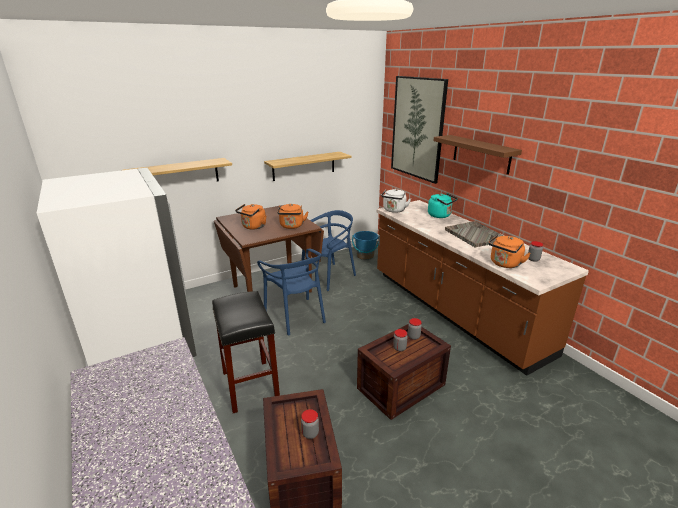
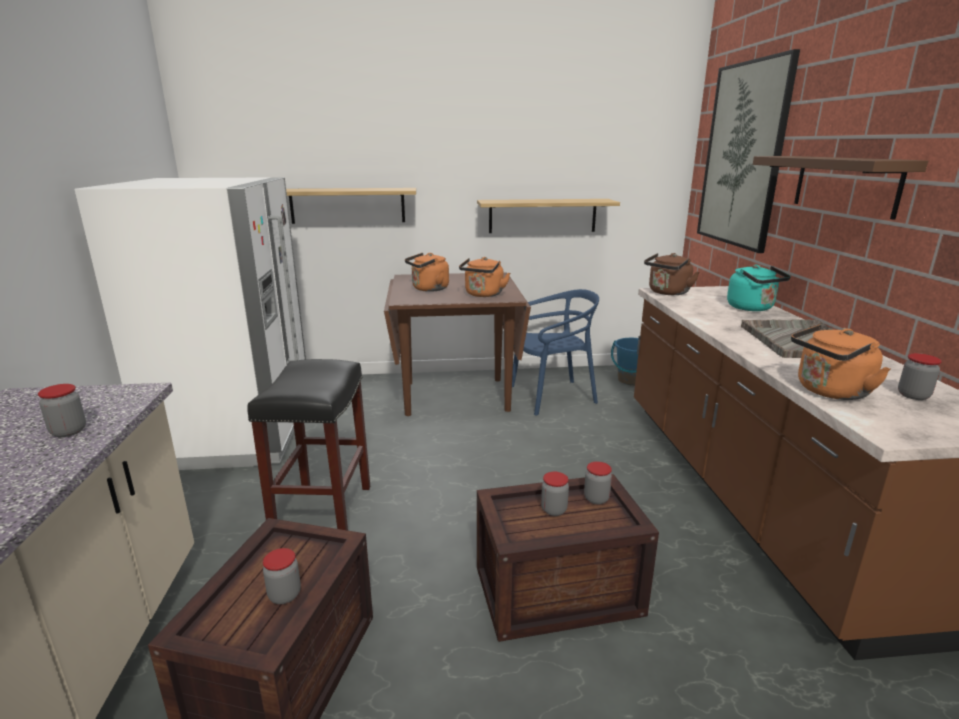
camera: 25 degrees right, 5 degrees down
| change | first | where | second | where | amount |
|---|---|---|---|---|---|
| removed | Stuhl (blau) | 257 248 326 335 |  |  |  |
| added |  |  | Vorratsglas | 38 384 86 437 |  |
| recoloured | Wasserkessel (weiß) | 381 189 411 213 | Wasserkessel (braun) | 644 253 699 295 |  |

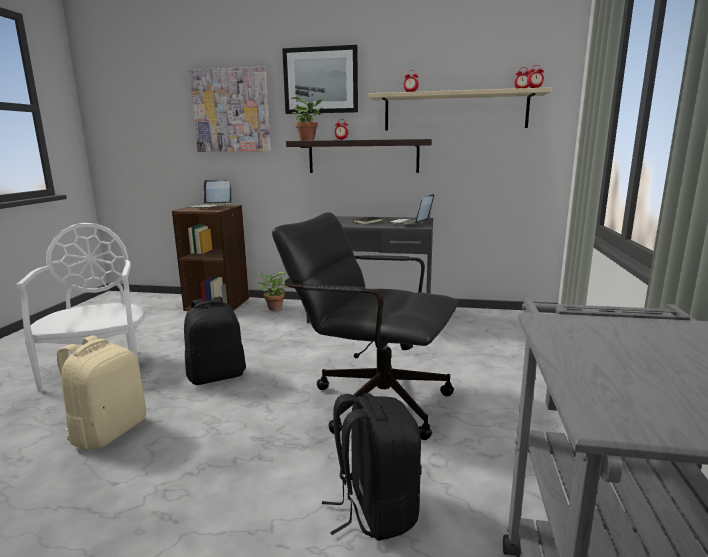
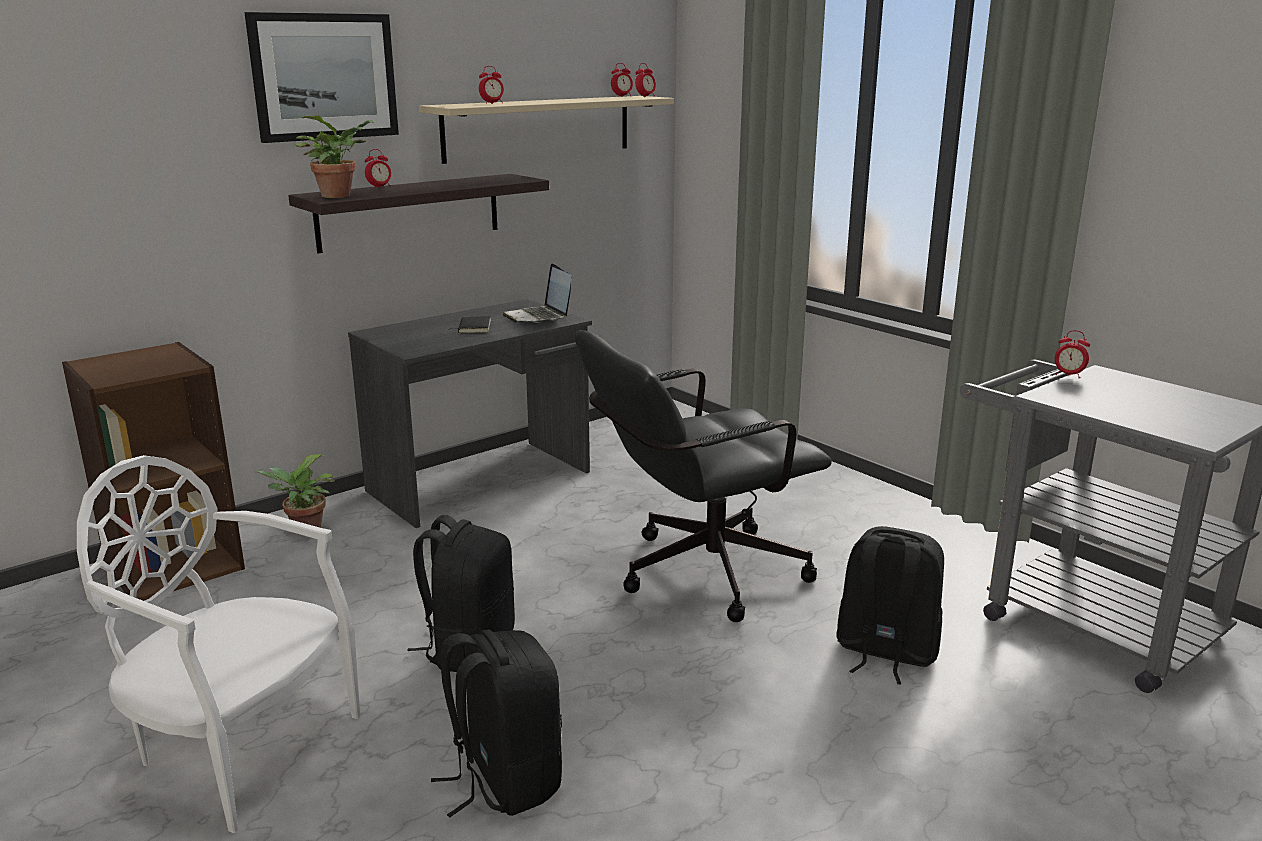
camera: 50 degrees left, 5 degrees up
| change | first | where | second | where | amount |
|---|---|---|---|---|---|
| removed | Bild | 189 67 271 152 |  |  |  |
| removed | Laptop | 190 180 231 209 |  |  |  |
| added |  |  | Wecker | 1055 330 1090 378 |  |
| recoloured | Rucksack (beige) | 57 335 146 450 | Rucksack (schwarz) | 431 629 562 818 |  |

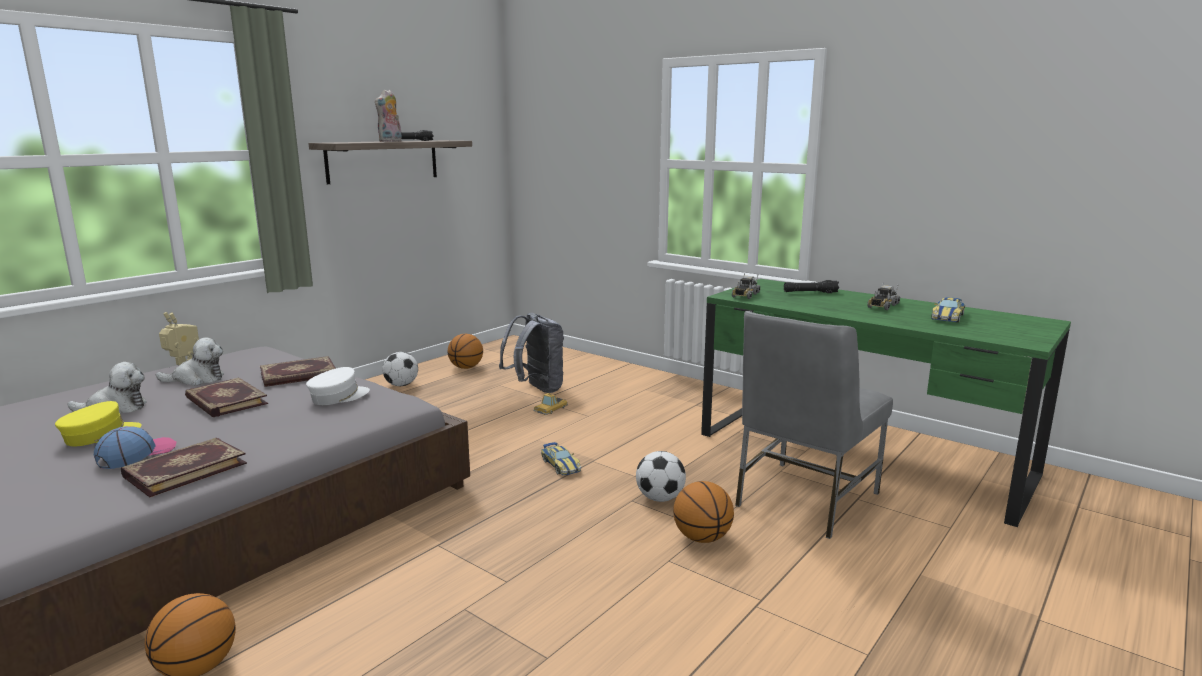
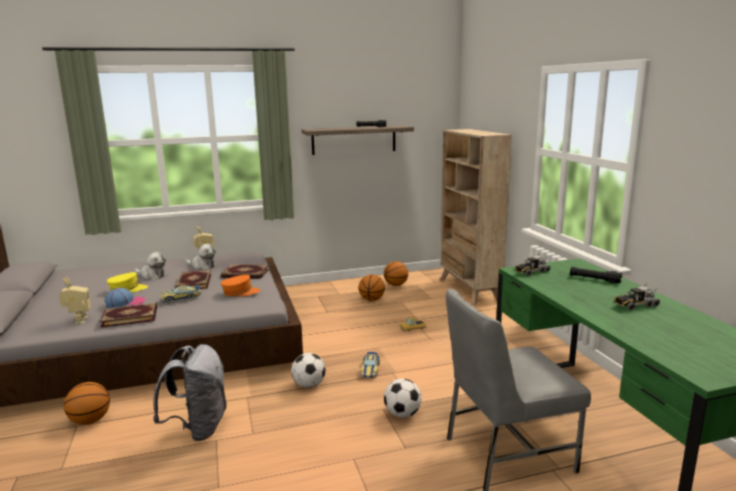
camera: 35 degrees right, 0 degrees up
| change | first | where | second | where | amount |
|---|---|---|---|---|---|
| removed | Plüschtier | 375 90 402 142 |  |  |  |
| added |  |  | Spielzeugroboter | 58 277 91 324 |  |
| added |  |  | Bücherregal (beige) | 440 129 512 305 |  |
| moved | Fußball | 382 352 418 386 |  | 291 353 326 388 |  |
| moved | Rucksack (grau) | 499 313 564 393 |  | 153 344 227 441 |  |
| moved | Basketball | 673 481 734 543 |  | 359 274 385 301 |  |
| moved | Spielzeugauto | 931 297 965 323 |  | 159 285 201 303 |  |
| recoloured | Kappe (weiß) | 306 367 370 405 | Kappe (orange) | 221 275 260 296 |  |

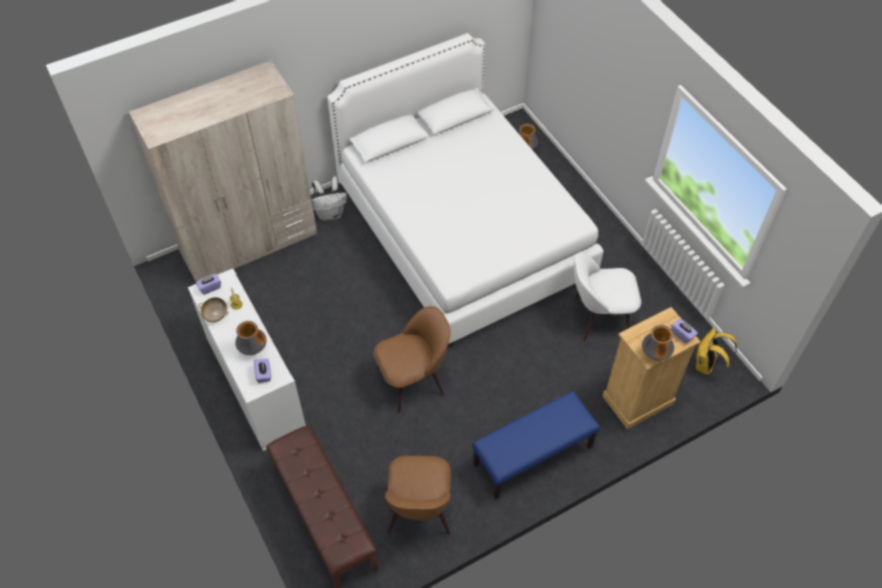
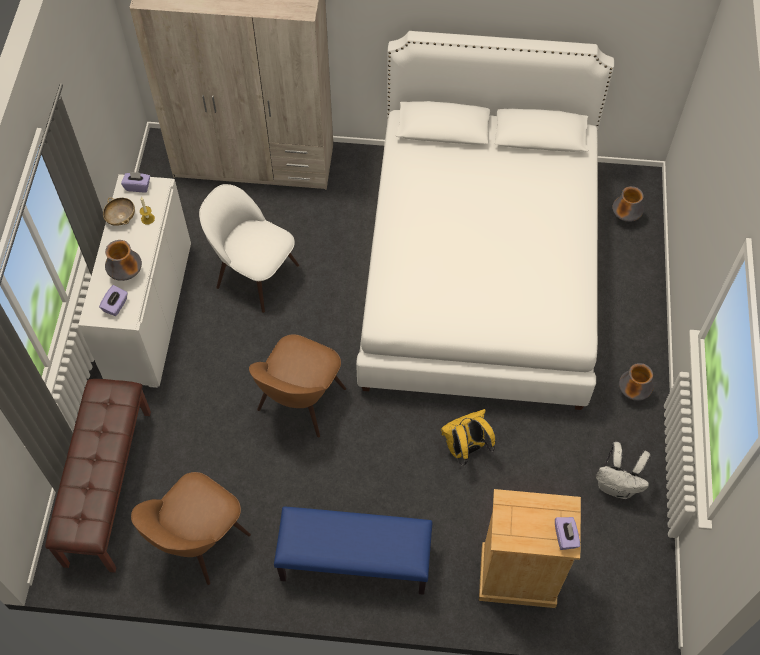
camera: 35 degrees right, 5 degrees up
| change | first | where | second | where | amount |
|---|---|---|---|---|---|
| moved | Rucksack (weiß) | 312 176 347 221 |  | 596 442 651 499 |  |
| moved | Stuhl (weiß) | 574 252 641 341 |  | 199 184 299 313 |  |
| moved | Vase | 642 325 674 361 |  | 619 363 654 401 |  |
| moved | Rucksack (gelb) | 696 328 737 376 |  | 441 409 496 466 |  |
| turned | Stuhl (braun) | 374 306 451 413 |  | 249 334 346 437 | 105 degrees clockwise |

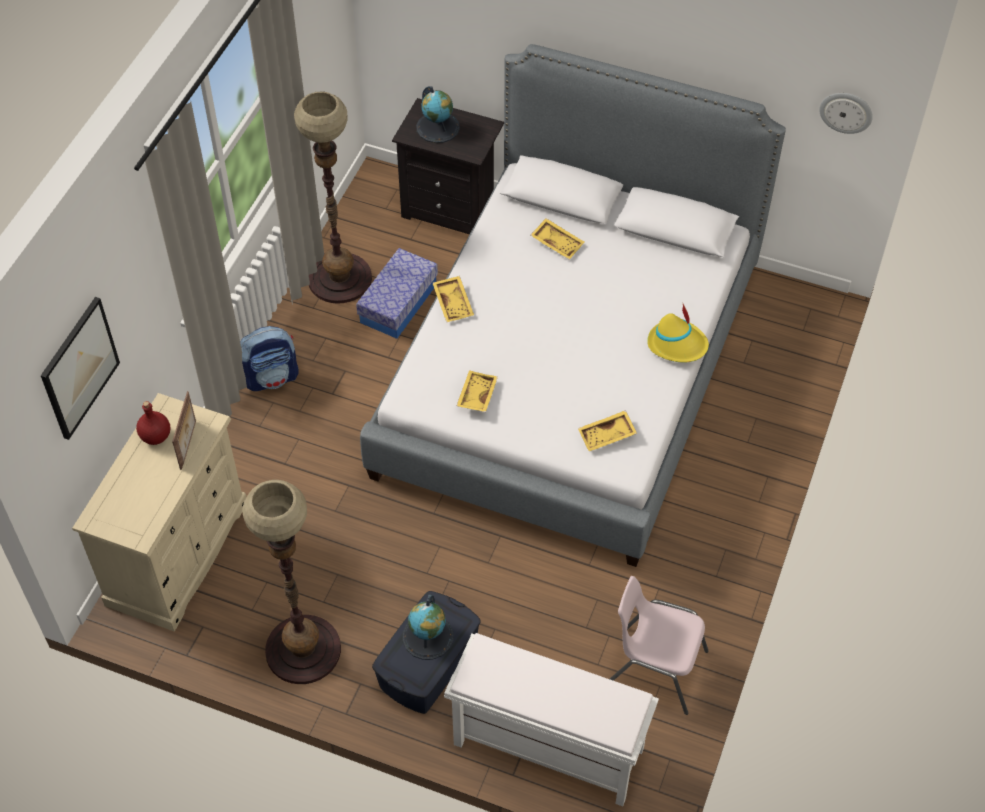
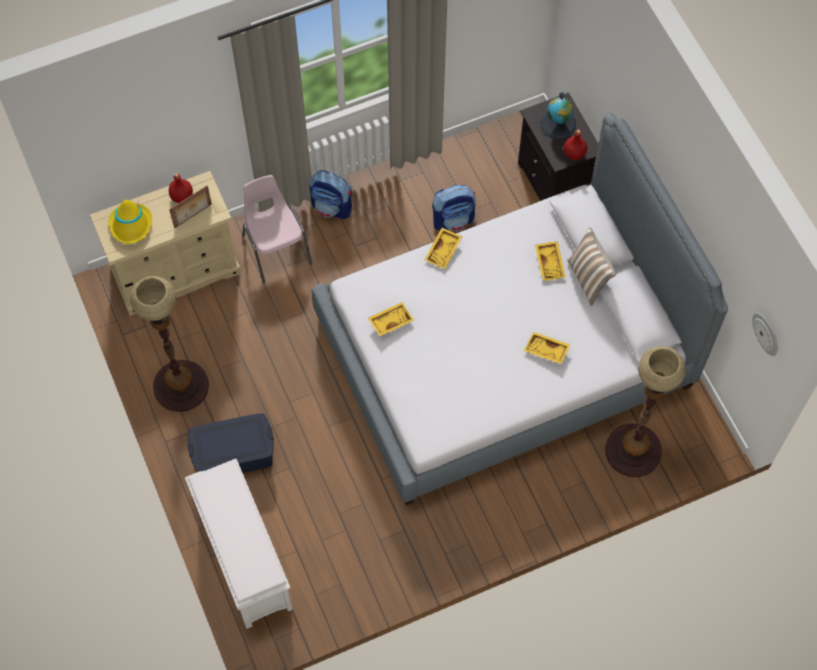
camera: 45 degrees right, 10 degrees up
| change | first | where | second | where | amount |
|---|---|---|---|---|---|
| removed | Bild | 41 297 120 440 |  |  |  |
| removed | Globus | 403 595 454 660 |  |  |  |
| added |  |  | Flasche (rot) | 564 130 587 160 |  |
| added |  |  | Kissen | 567 227 616 306 |  |
| moved | Stehlampe | 294 91 372 304 |  | 605 346 686 477 |  |
| moved | Tablett (gelb) | 578 410 637 451 |  | 524 332 570 364 |  |
| moved | Stuhl (rosa) | 610 576 709 715 |  | 242 175 312 283 |  |
| moved | Hut (gelb) | 647 304 709 363 |  | 109 200 152 244 |  |
| replaced | Aufbewahrungsbox | 356 248 438 339 | Rucksack | 432 185 476 231 |  |

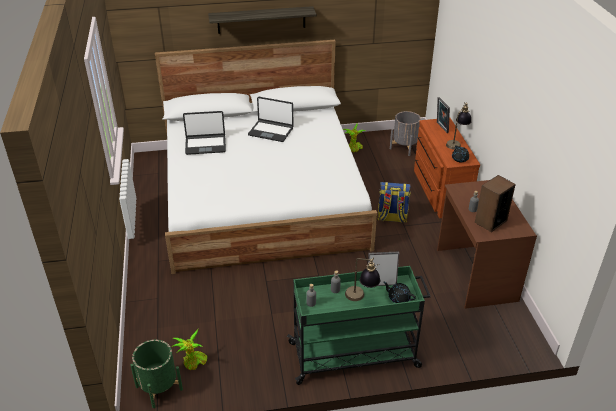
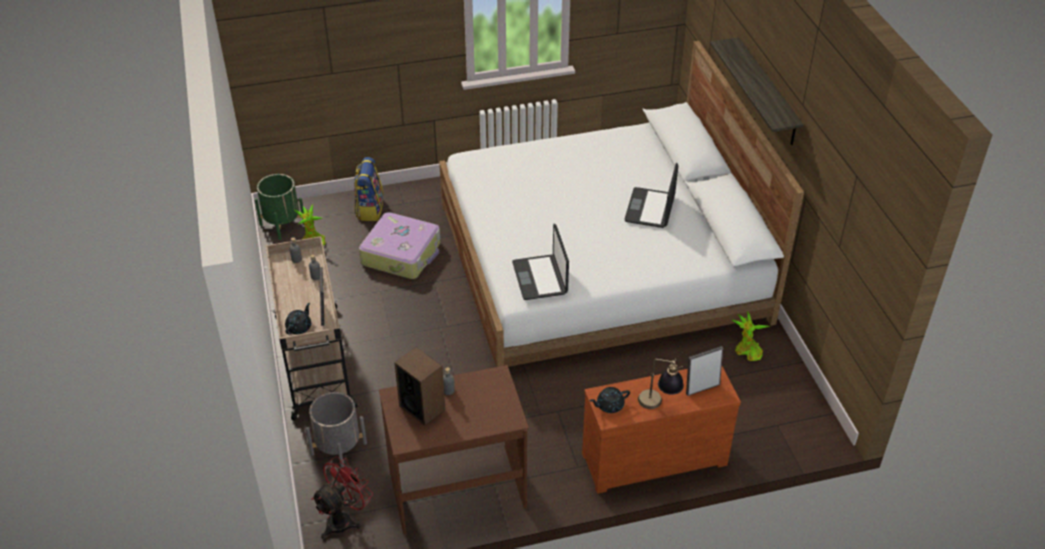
camera: 85 degrees right, 5 degrees up
| change | first | where | second | where | amount |
|---|---|---|---|---|---|
| removed | Tischlampe | 345 258 380 301 |  |  |  |
| added |  |  | Ventilator (rot) | 311 456 373 539 |  |
| added |  |  | Koffer | 359 212 440 279 |  |
| moved | Laptop | 183 111 226 155 |  | 512 224 569 300 |  |
| moved | Rucksack | 377 182 411 223 |  | 354 157 383 221 |  |
| moved | Pflanzkübel (grau) | 390 111 421 156 |  | 306 392 367 468 |  |
| recoloured | Rollwagen (grün) | 287 266 431 385 | Rollwagen (beige) | 266 236 357 421 |  |

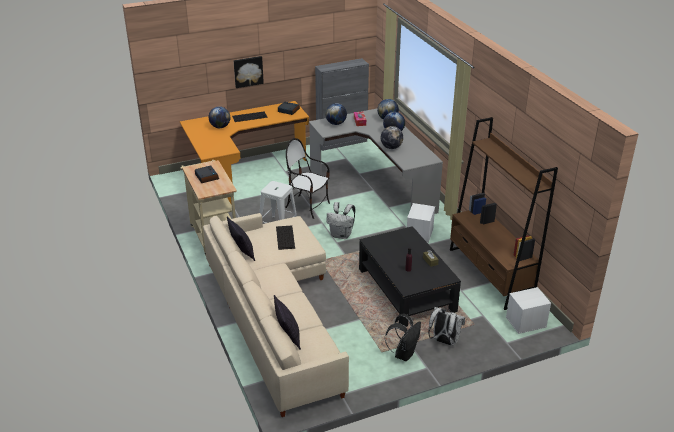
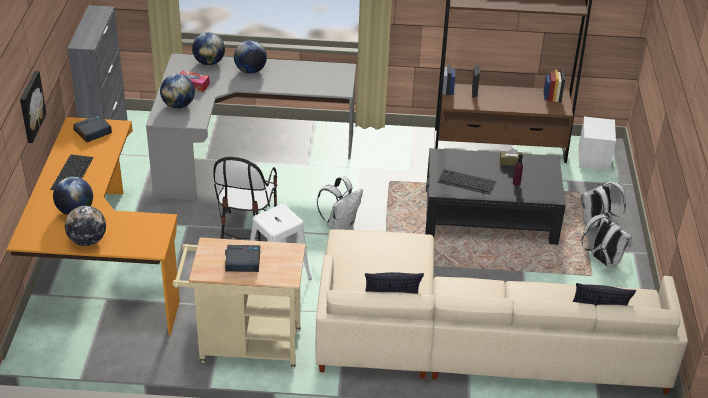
camera: 65 degrees left, 5 degrees up
| change | first | where | second | where | amount |
|---|---|---|---|---|---|
| removed | Aufbewahrungsbox (weiß) | 407 203 435 243 |  |  |  |
| moved | Tastatur | 276 225 295 250 |  | 437 169 496 195 |  |
| moved | Globus | 381 126 403 149 |  | 65 206 106 246 |  |
| recoloured | Rucksack (schwarz) | 385 313 421 361 | Rucksack (weiß) | 582 214 632 268 |  |
| turned | Stuhl | 285 138 330 219 |  | 213 157 277 241 | 45 degrees counterclockwise |

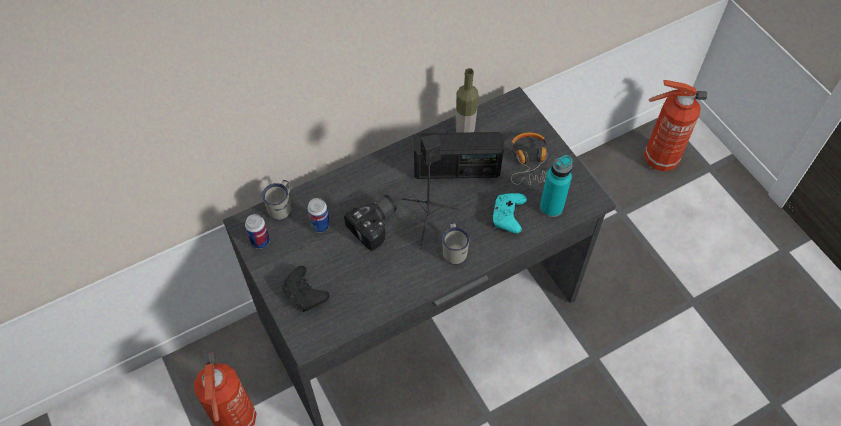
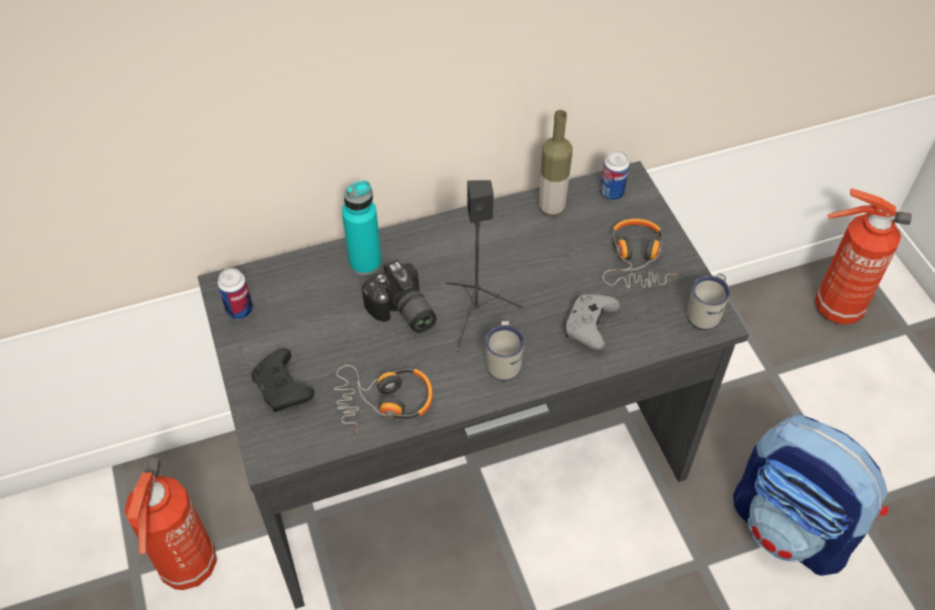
camera: 10 degrees right, 5 degrees down
| change | first | where | second | where | amount |
|---|---|---|---|---|---|
| removed | Radio | 414 132 504 179 |  |  |  |
| added |  |  | Kopfhörer | 334 365 433 434 |  |
| added |  |  | Rucksack | 733 414 889 576 |  |
| moved | Henkelbecher (weiß) | 262 180 291 220 |  | 687 274 730 330 |  |
| moved | Dose | 307 198 330 233 |  | 600 150 630 200 |  |
| moved | Flasche (türkis) | 540 155 573 217 |  | 342 180 382 275 |  |
| recoloured | Gamepad (türkis) | 492 193 527 233 | Gamepad (grau) | 564 294 620 350 |  |
| turned | Kamera | 344 195 397 251 |  | 362 259 437 333 | 90 degrees clockwise |

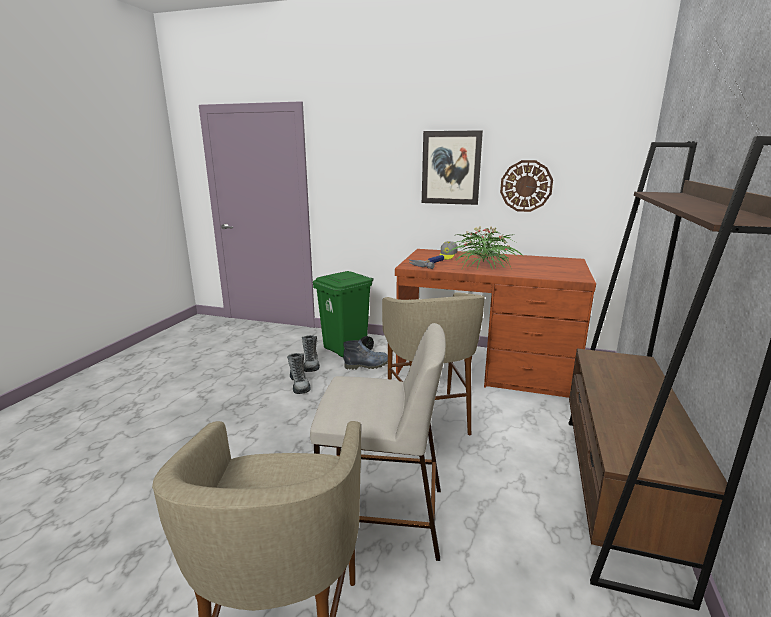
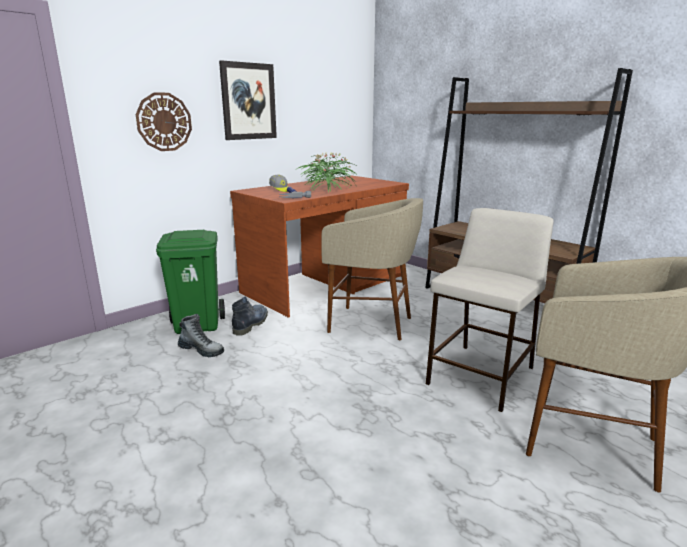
camera: 60 degrees left, 0 degrees up
| change | first | where | second | where | amount |
|---|---|---|---|---|---|
| removed | Stiefel | 287 353 311 394 |  |  |  |
| moved | Wanduhr | 500 160 553 212 |  | 136 92 192 151 |  |

